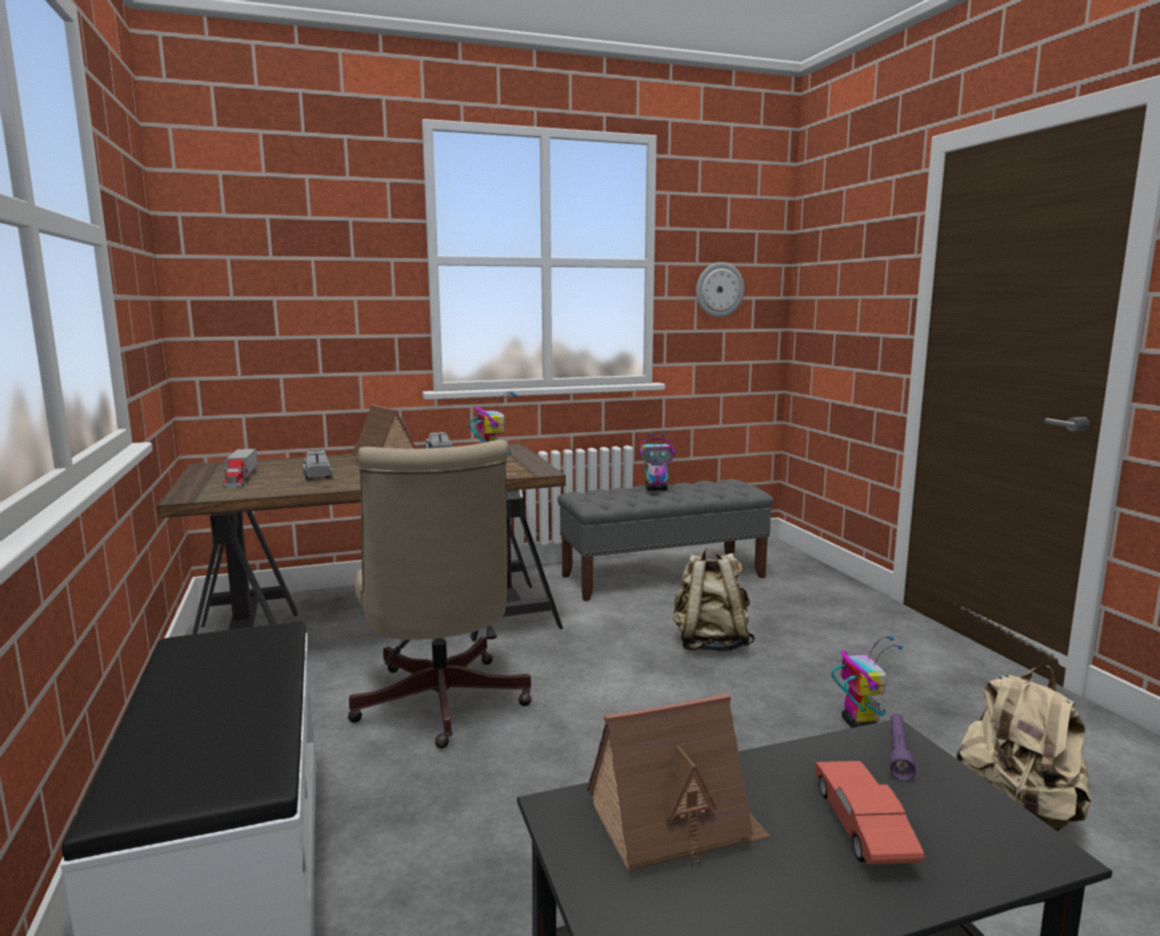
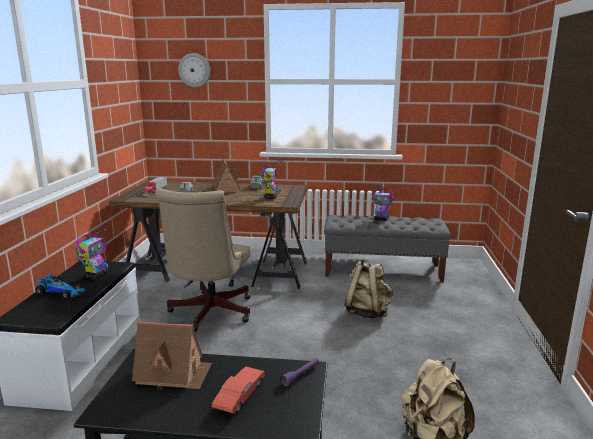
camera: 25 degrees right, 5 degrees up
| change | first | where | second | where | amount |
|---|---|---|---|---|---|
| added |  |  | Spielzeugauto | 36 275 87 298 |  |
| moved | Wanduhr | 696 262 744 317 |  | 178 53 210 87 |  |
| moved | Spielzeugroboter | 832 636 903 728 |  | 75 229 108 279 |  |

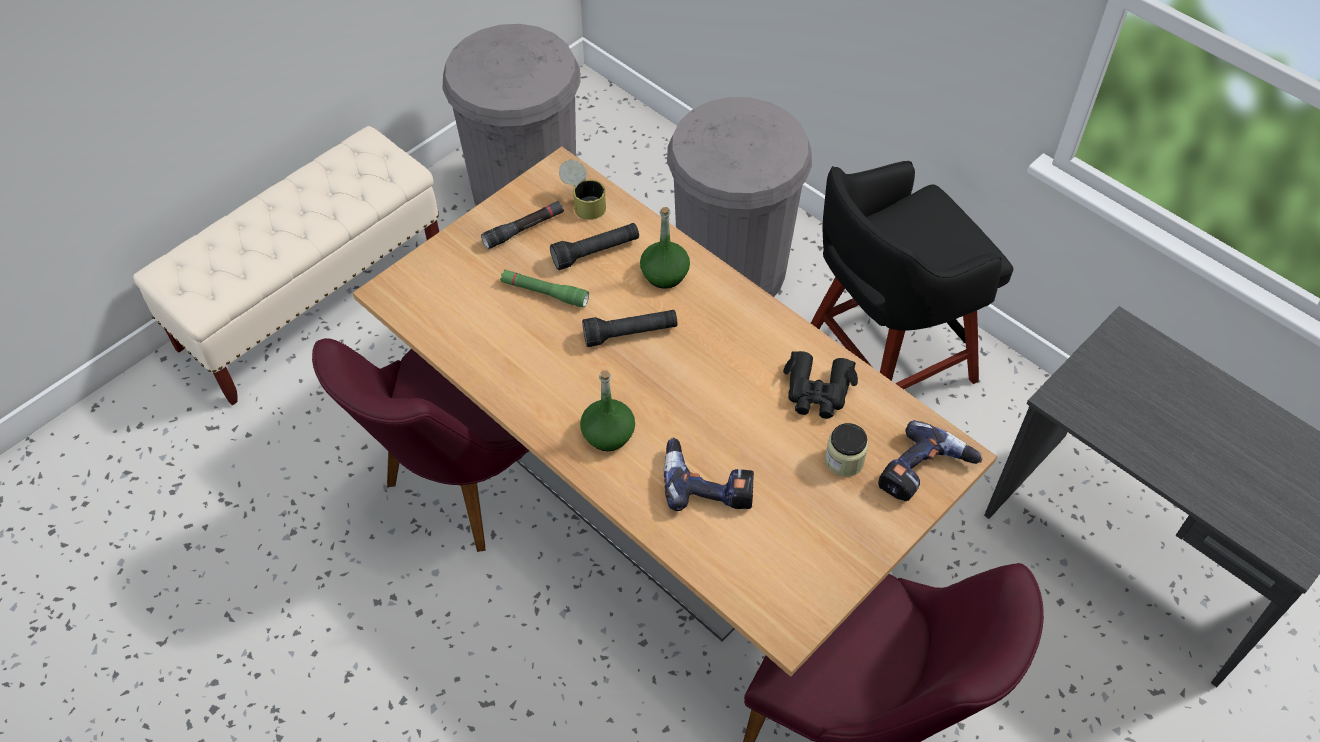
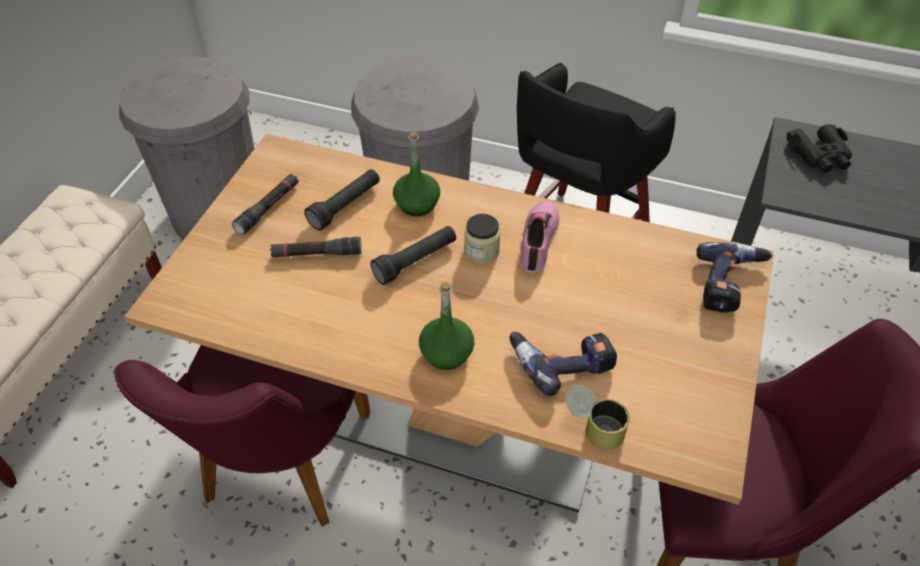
camera: 25 degrees left, 5 degrees down
| change | first | where | second | where | amount |
|---|---|---|---|---|---|
| added |  |  | Schuh | 521 201 560 273 |  |
| moved | Dose | 559 160 606 220 |  | 565 384 630 450 |  |
| moved | Fernglas (schwarz) | 783 351 858 419 |  | 787 124 852 173 |  |
| moved | Vorratsglas | 825 423 868 477 |  | 464 214 501 264 |  |
| recoloured | Taschenlampe (grün) | 500 270 589 308 | Taschenlampe (schwarz) | 270 237 362 257 |  |

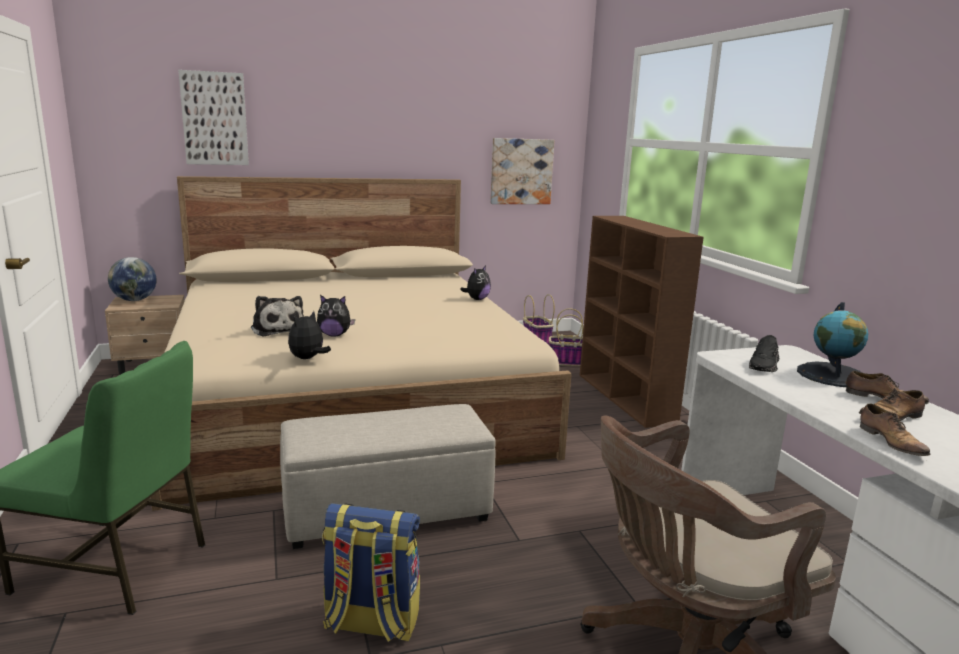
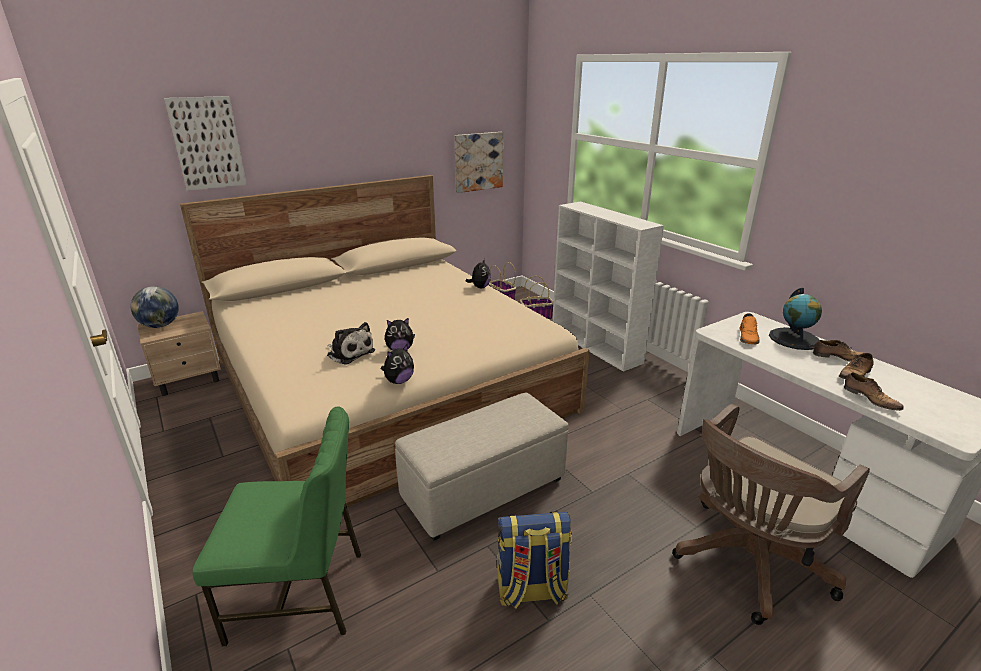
camera: 15 degrees left, 10 degrees up
| change | first | where | second | where | amount |
|---|---|---|---|---|---|
| recoloured | Bücherregal (braun) | 580 216 704 428 | Bücherregal (weiß) | 552 201 664 372 |  |
| recoloured | Schuh (schwarz) | 749 335 779 372 | Schuh (orange) | 739 313 760 344 |  |
| turned | Plüschtier | 288 311 331 359 |  | 381 344 414 384 | 150 degrees counterclockwise |

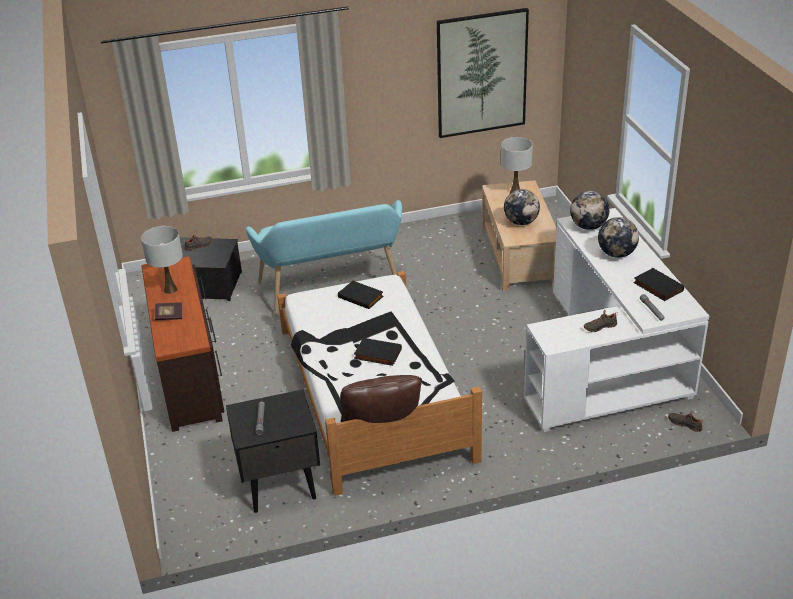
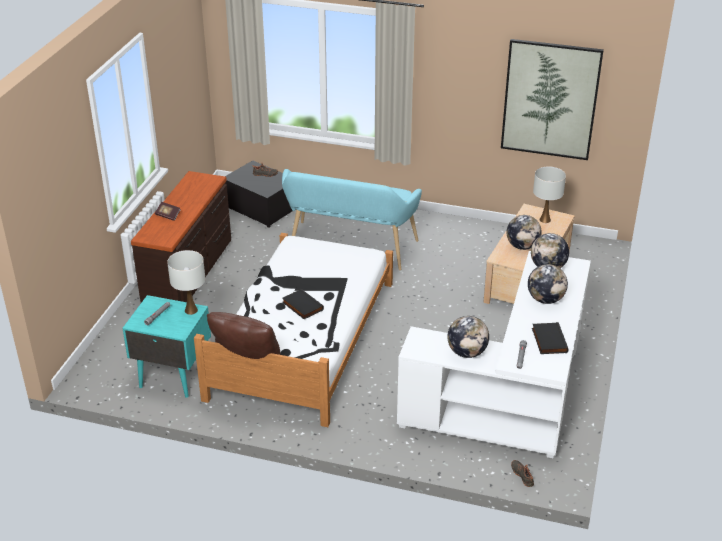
camera: 30 degrees right, 0 degrees up
| change | first | where | second | where | amount |
|---|---|---|---|---|---|
| removed | Buch (schwarz) | 338 281 384 309 |  |  |  |
| moved | Tischlampe (weiß) | 141 226 183 294 |  | 167 250 205 315 |  |
| replaced | Schuh (schwarz) | 584 310 618 332 | Globus | 447 316 489 358 |  |
| recoloured | Nachttisch (schwarz) | 226 389 320 513 | Nachttisch (türkis) | 122 295 211 398 |  |

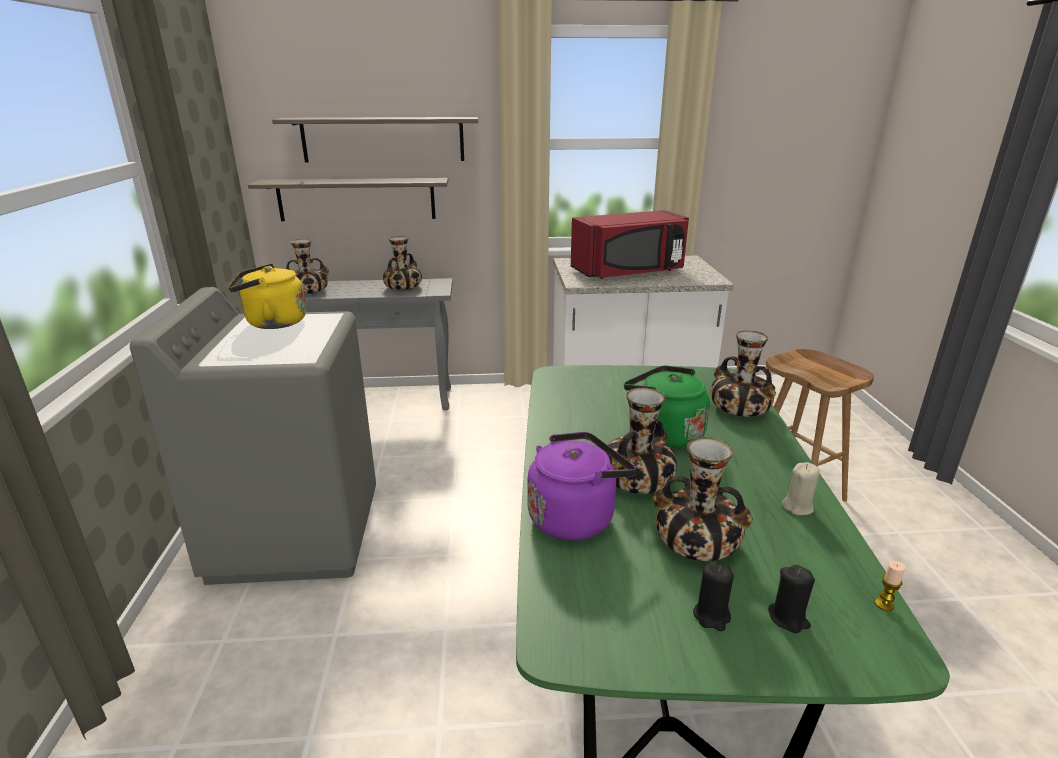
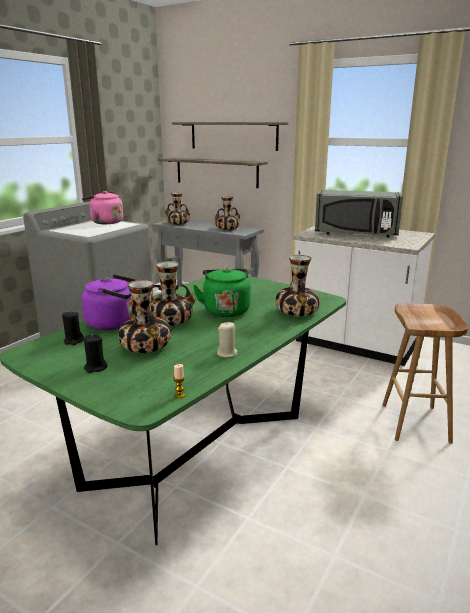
camera: 35 degrees right, 5 degrees down
| change | first | where | second | where | amount |
|---|---|---|---|---|---|
| moved | Kerze (schwarz) | 768 565 815 633 |  | 62 311 84 345 |  |
| recoloured | Wasserkessel (gelb) | 228 263 306 329 | Wasserkessel (rosa) | 82 191 123 224 |  |
| recoloured | Mikrowelle (rot) | 571 210 689 279 | Mikrowelle (grau) | 315 190 403 237 |  |

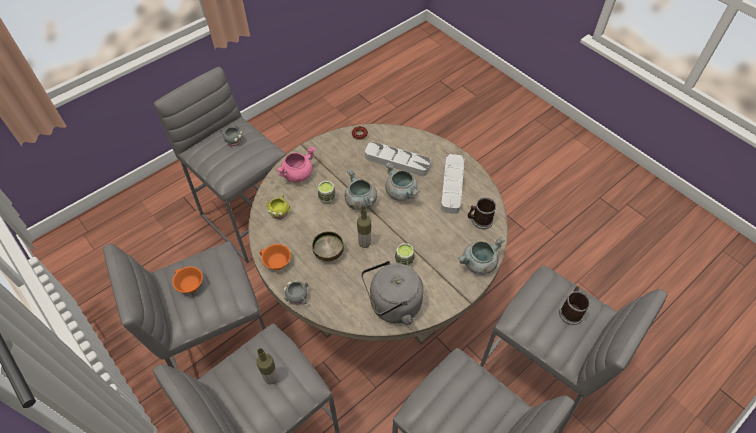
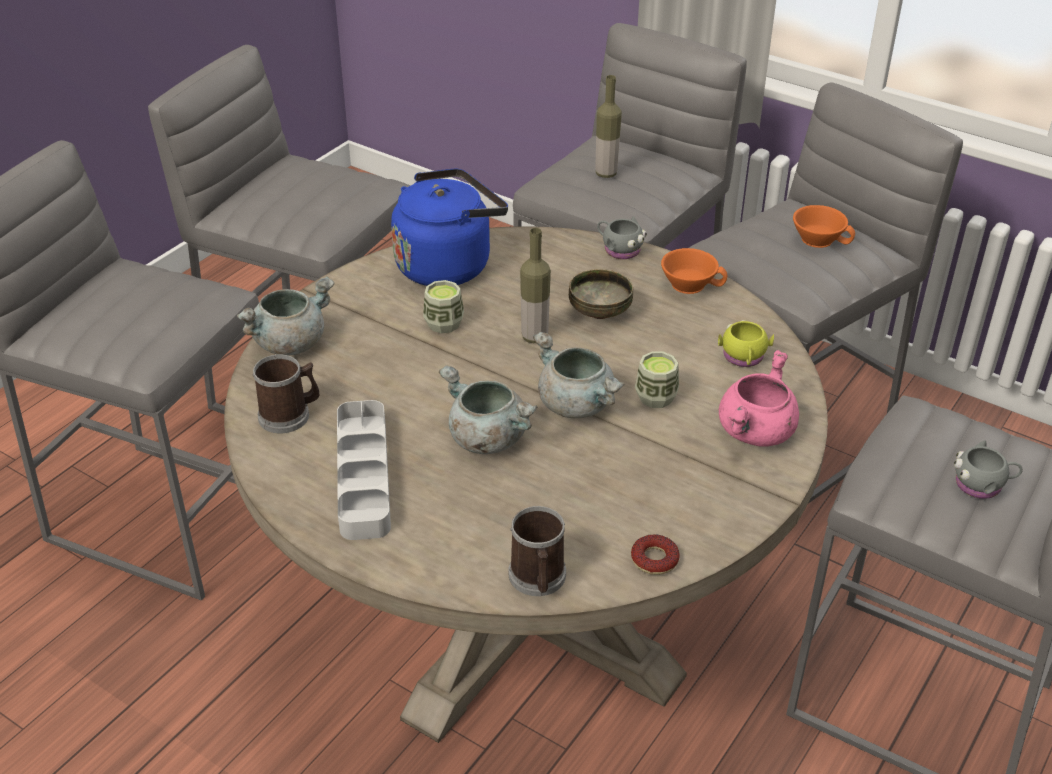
camera: 165 degrees right, 15 degrees down
| change | first | where | second | where | amount |
|---|---|---|---|---|---|
| removed | Tablett (grau) | 365 142 431 176 |  |  |  |
| moved | Henkelbecher | 559 286 590 325 |  | 509 506 566 596 |  |
| recoloured | Wasserkessel (grau) | 361 261 424 325 | Wasserkessel (blau) | 391 168 508 286 |  |

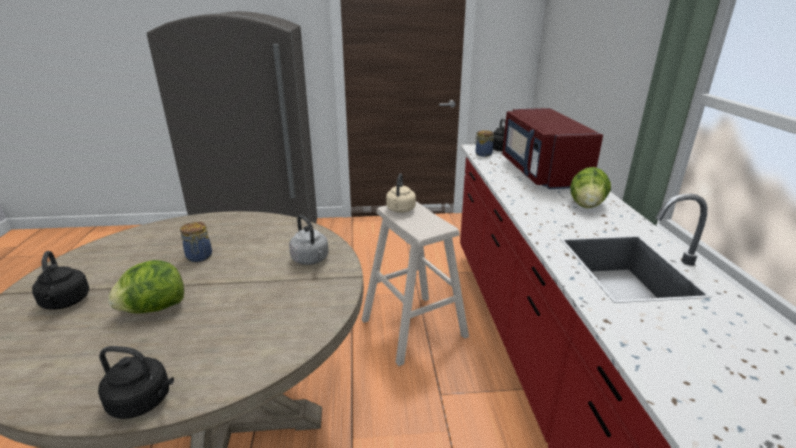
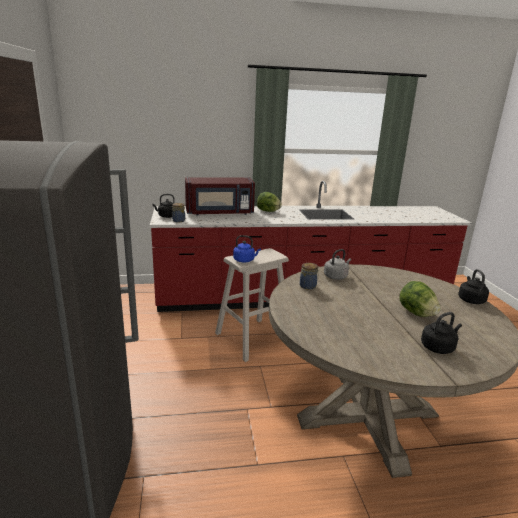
camera: 95 degrees left, 5 degrees down
| change | first | where | second | where | amount |
|---|---|---|---|---|---|
| moved | Vorratsglas | 180 222 212 262 |  | 300 263 319 290 |  |
| recoloured | Wasserkessel (beige) | 386 173 416 213 | Wasserkessel (blau) | 233 235 261 262 |  |

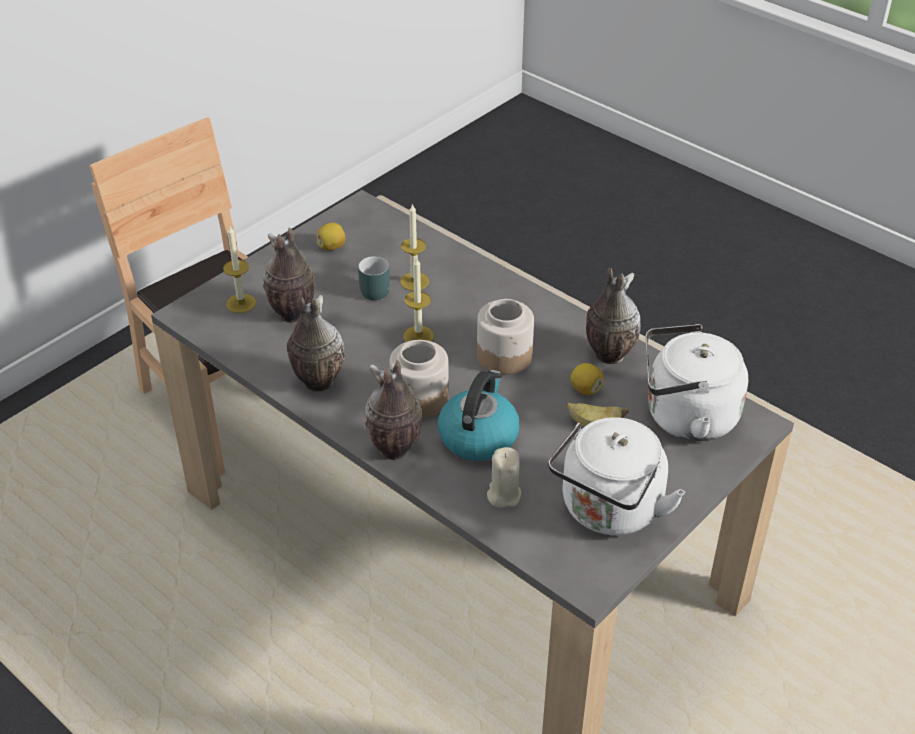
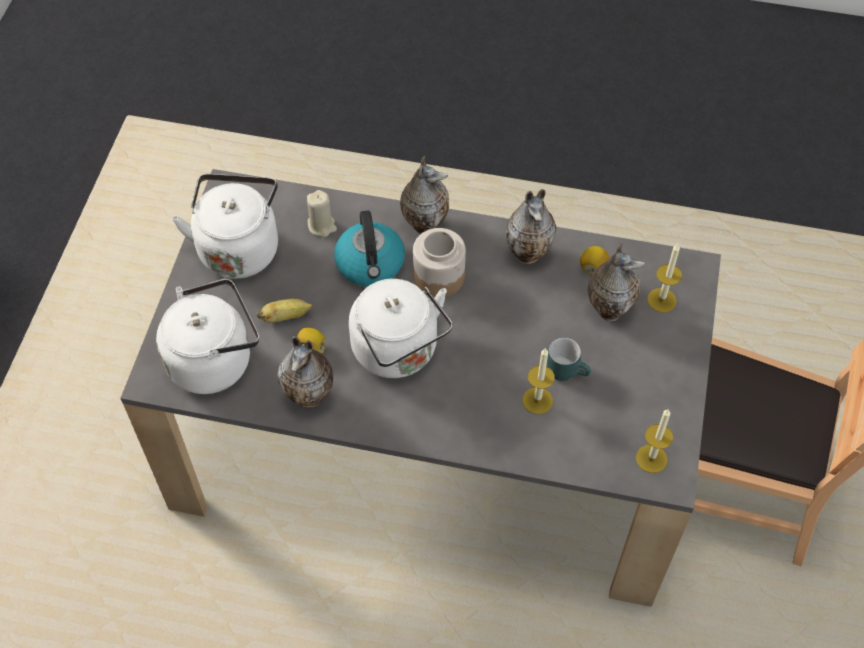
camera: 150 degrees right, 15 degrees up
| change | first | where | second | where | amount |
|---|---|---|---|---|---|
| moved | Zitrone | 317 223 345 250 |  | 580 246 609 275 |  |
| moved | Kerze | 403 257 434 342 |  | 636 409 673 473 |  |
| replaced | Vorratsglas | 477 299 534 375 | Wasserkessel (weiß) | 349 279 453 378 |  |

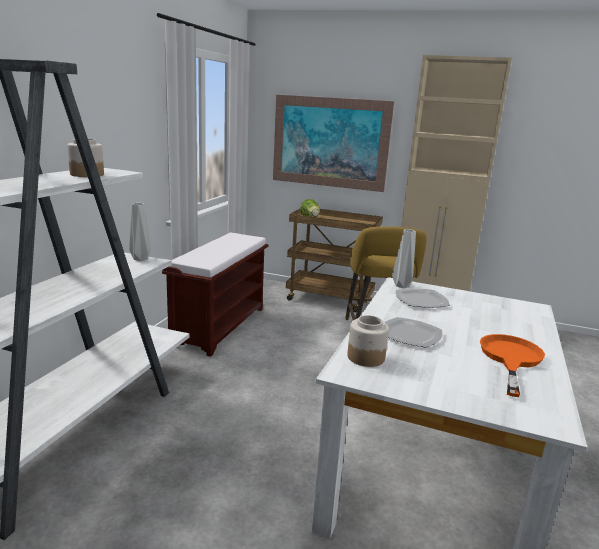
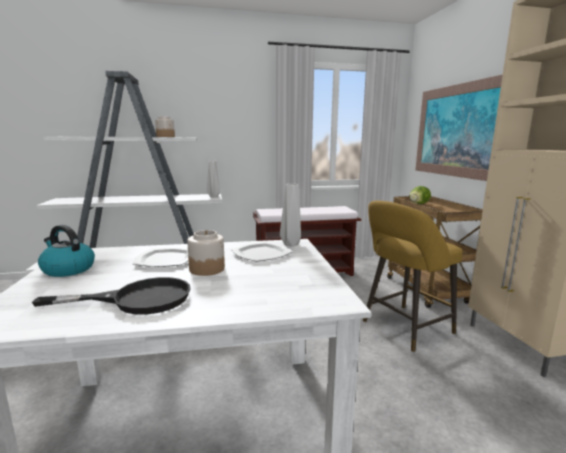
camera: 60 degrees right, 5 degrees down
| change | first | where | second | where | amount |
|---|---|---|---|---|---|
| added |  |  | Wasserkessel | 38 225 95 277 |  |
| moved | Vorratsglas | 347 315 389 367 |  | 187 230 225 276 |  |
| recoloured | Pfanne (orange) | 480 334 545 397 | Pfanne (schwarz) | 32 277 191 315 |  |

